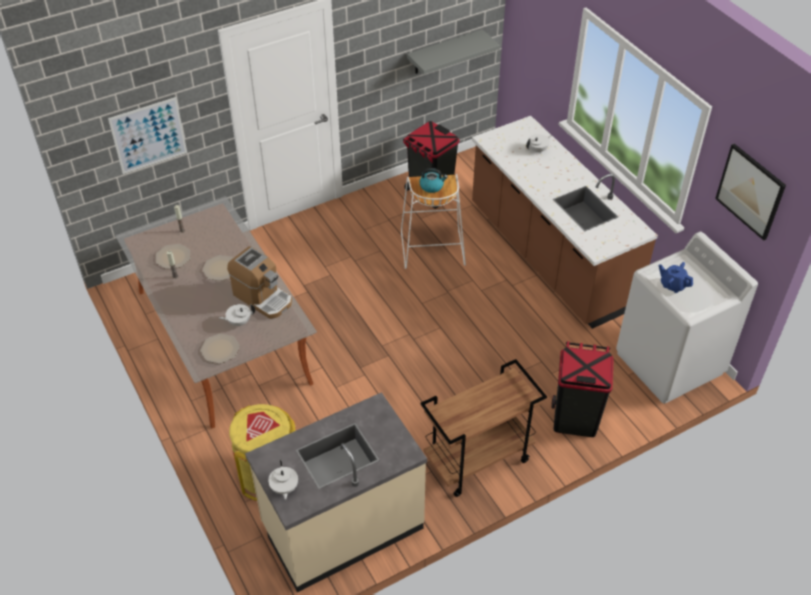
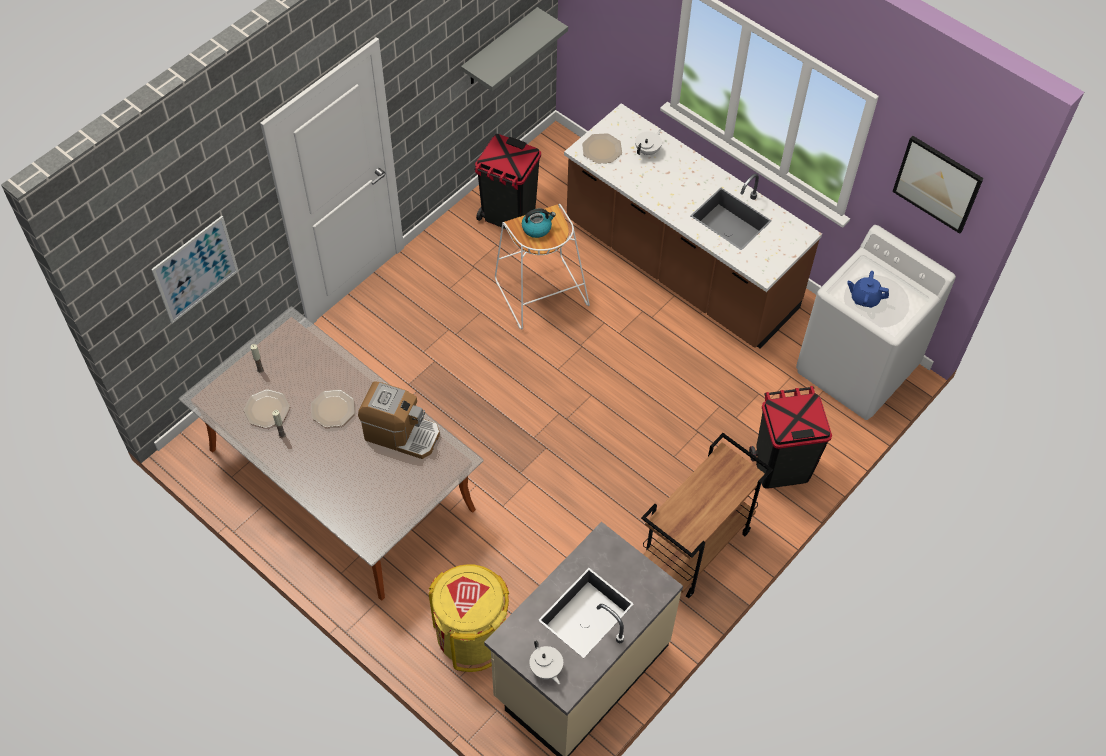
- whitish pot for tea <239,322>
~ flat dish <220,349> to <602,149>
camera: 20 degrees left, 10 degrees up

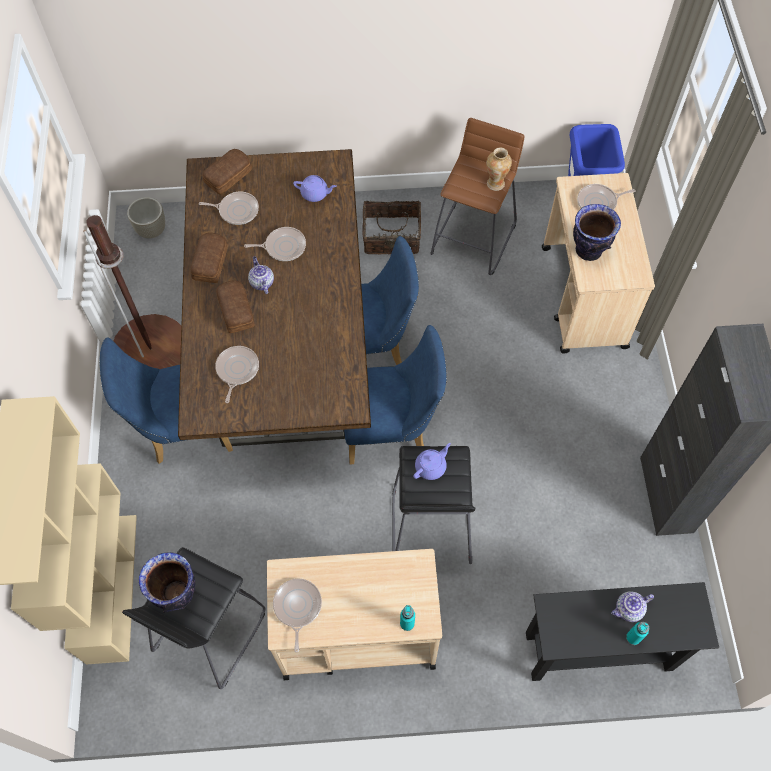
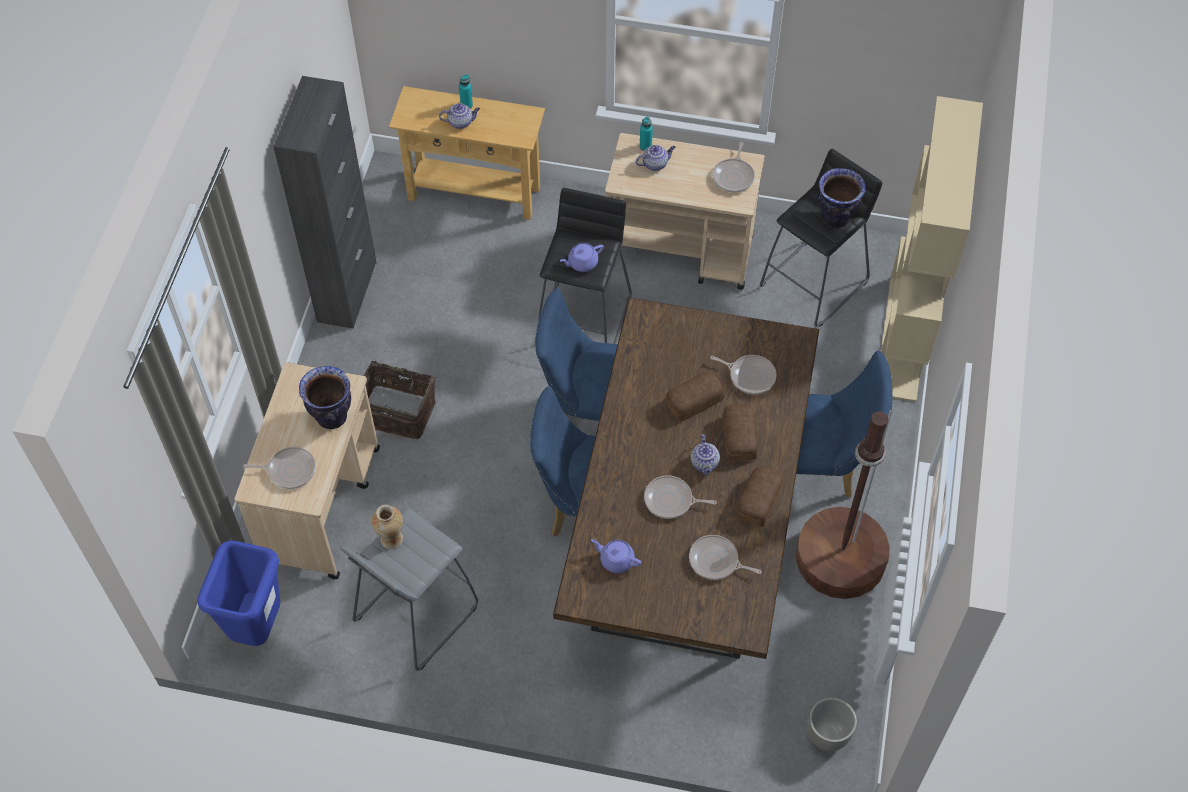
~ brownish stool seat <473,238> to grey stool seat <415,613>
~ baked bread <229,176> to <692,401>
~ household basket <391,239> to <398,410>
~ pan <237,370> = <750,376> 90 degrees counterclockwise
~ black console table <598,651> to beige-coloured console table <474,193>
+ pot for tea <655,164>
camera: 165 degrees left, 5 degrees down

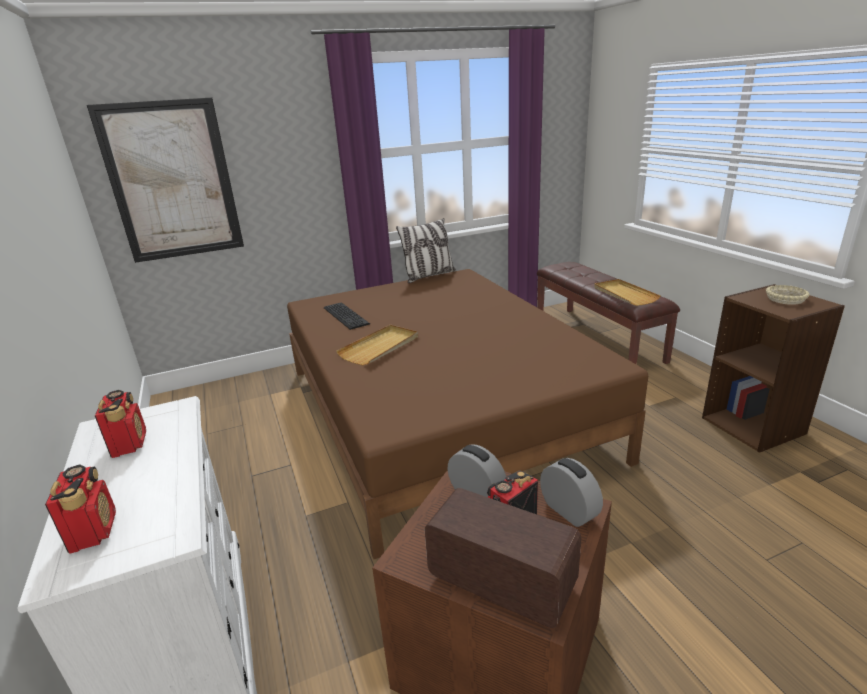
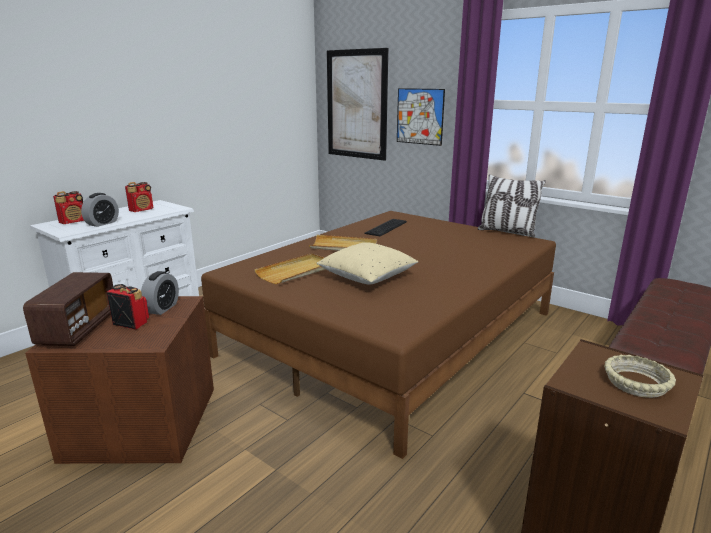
~ beige-coloured tray <624,294> to <297,271>
~ table clock <569,510> to <102,223>
+ picture <420,116>
+ beige-coloured throw pillow <367,277>
camera: 60 degrees right, 5 degrees down

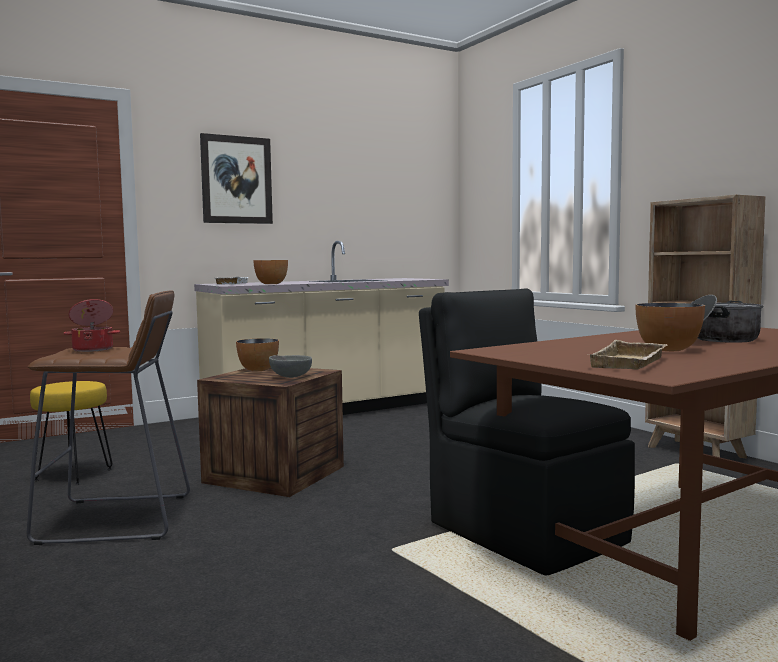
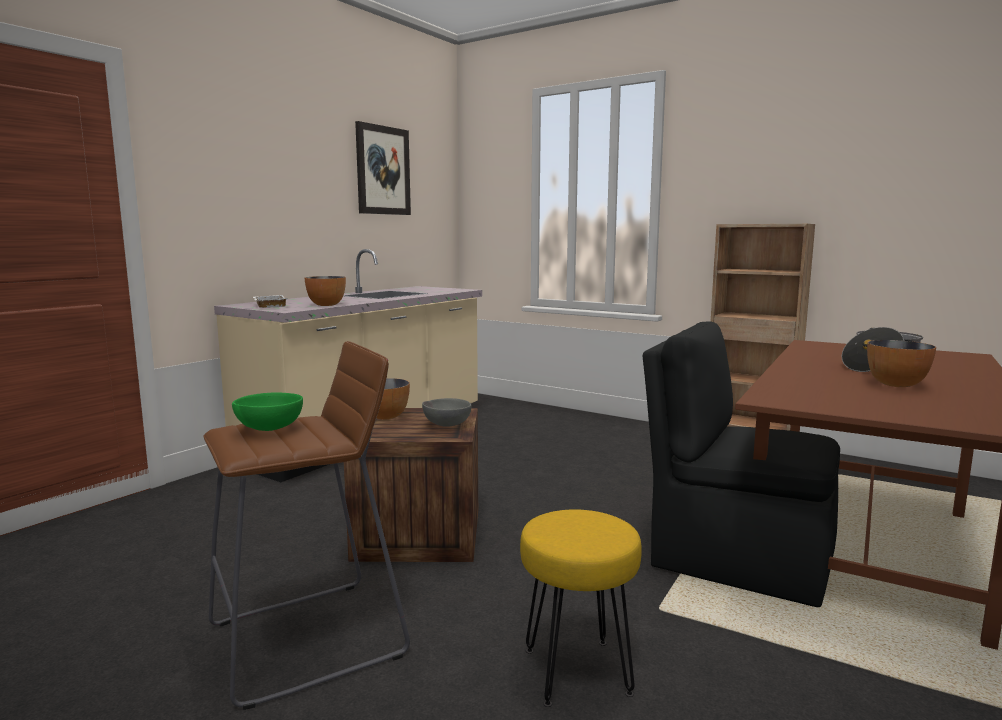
~ picture <236,180> to <383,170>
~ saucepot <93,349> to green deep dish <267,429>
- beige-coloured tray <631,363>
~ yellow-coloured stool seat <73,474> to <575,671>
camera: 25 degrees left, 5 degrees up

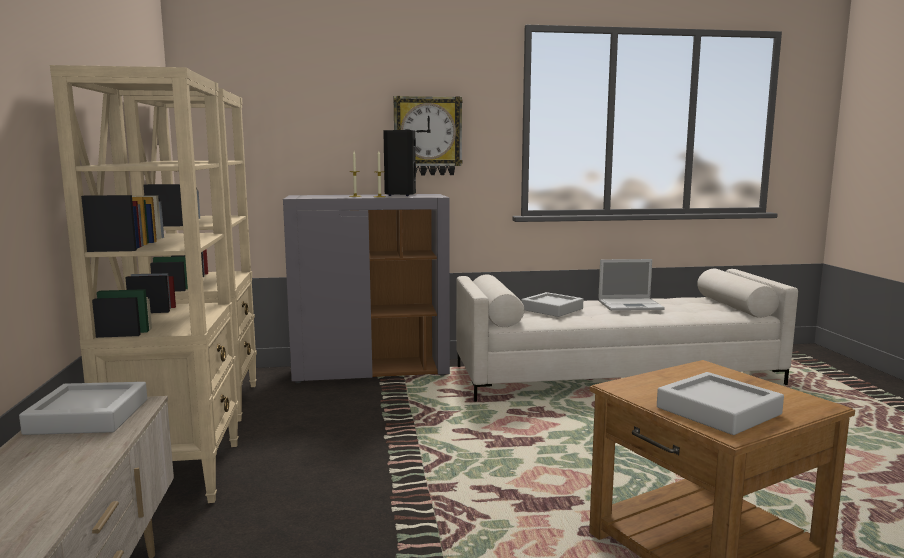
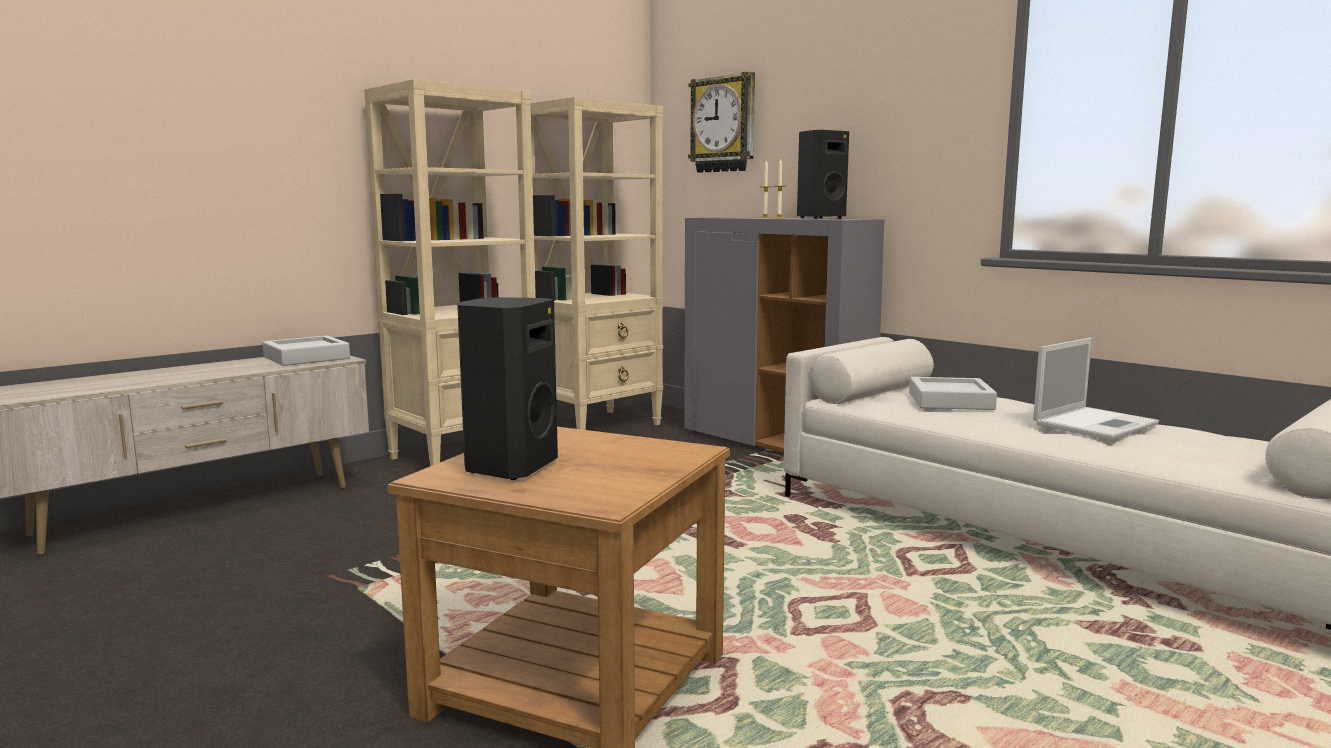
~ wall clock <427,136> to <724,124>
~ portable computer <631,305> = <1095,424> 90 degrees counterclockwise
~ grey tray <718,411> to black audio speaker <508,467>
camera: 55 degrees right, 0 degrees up

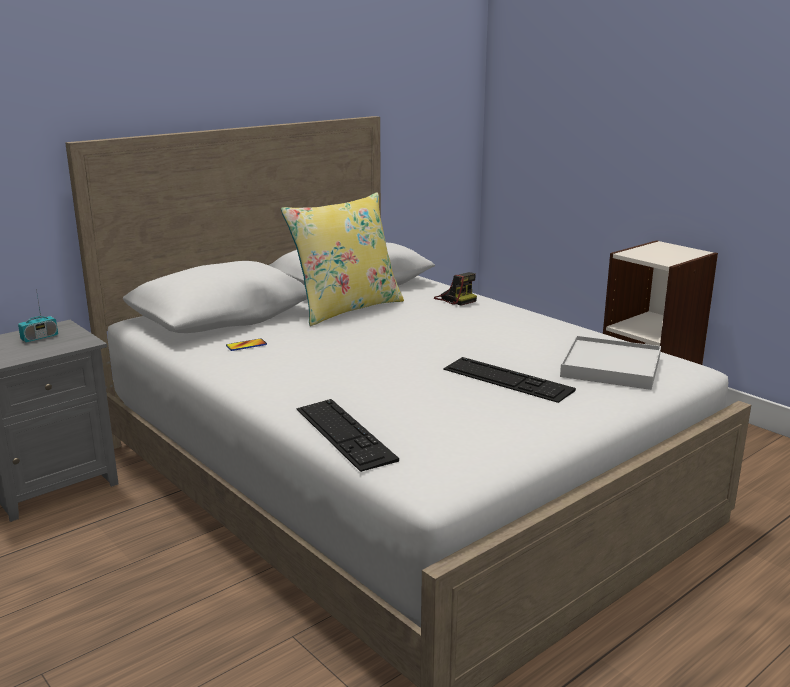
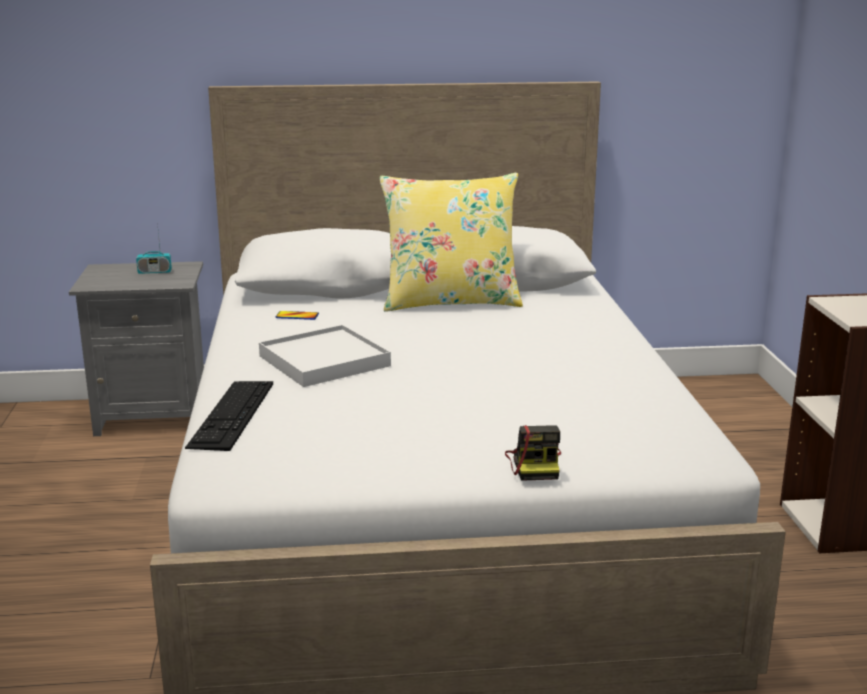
~ still camera <455,299> to <535,464>
~ whitish tray <610,367> to <324,361>
- computer keyboard <507,379>
camera: 35 degrees right, 0 degrees up

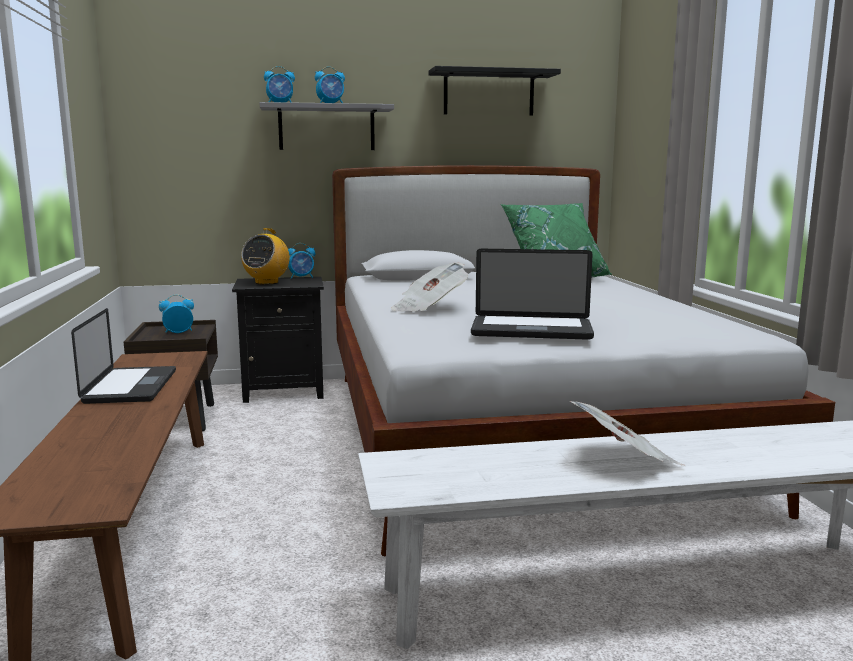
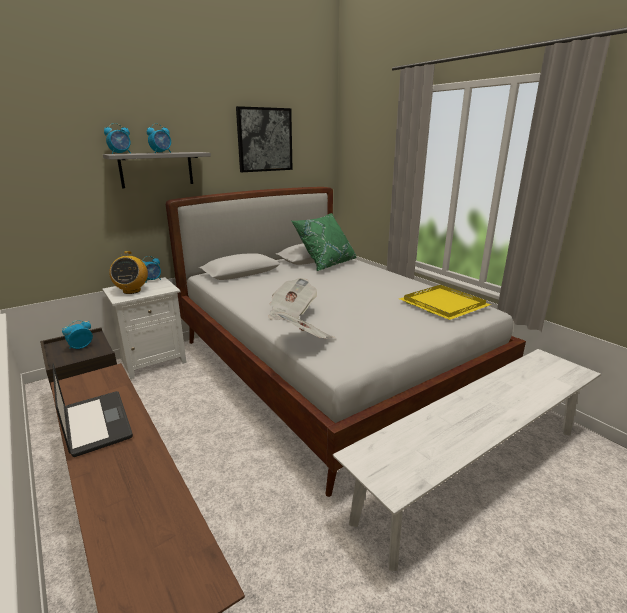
~ black shelf <488,93> to picture <264,140>
- portable computer <531,330>
~ black bedside table <284,391> to whitish bedside table <153,361>
~ newspaper <625,461> to <306,340>
+ yellow-coloured tray <445,304>
camera: 25 degrees left, 10 degrees up

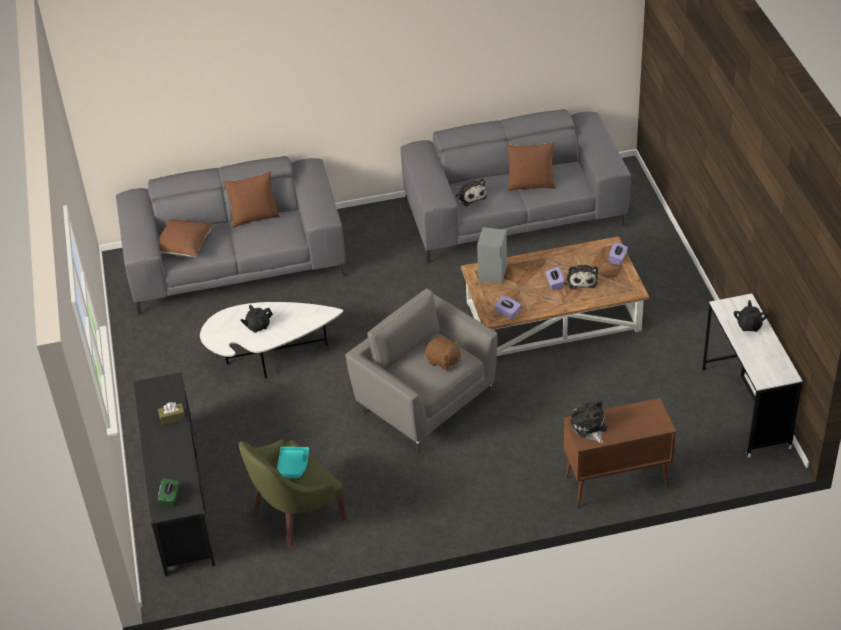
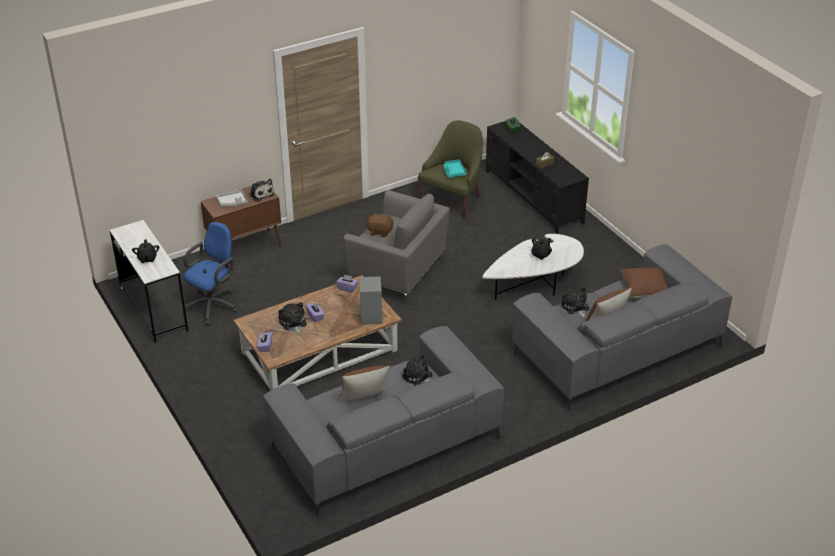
+ grey tray <232,202>
+ blue-coloured office chair <214,305>
+ cuddly toy <575,307>
camera: 160 degrees right, 5 degrees down

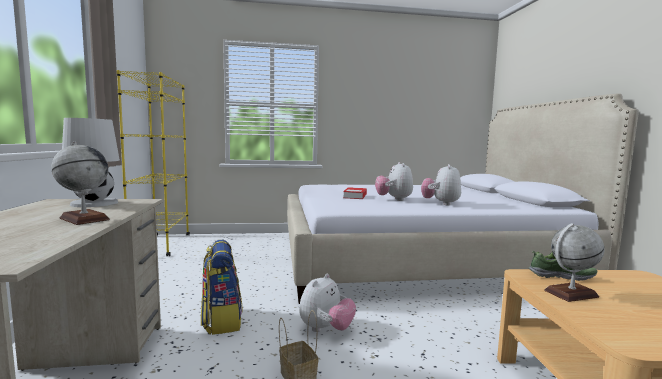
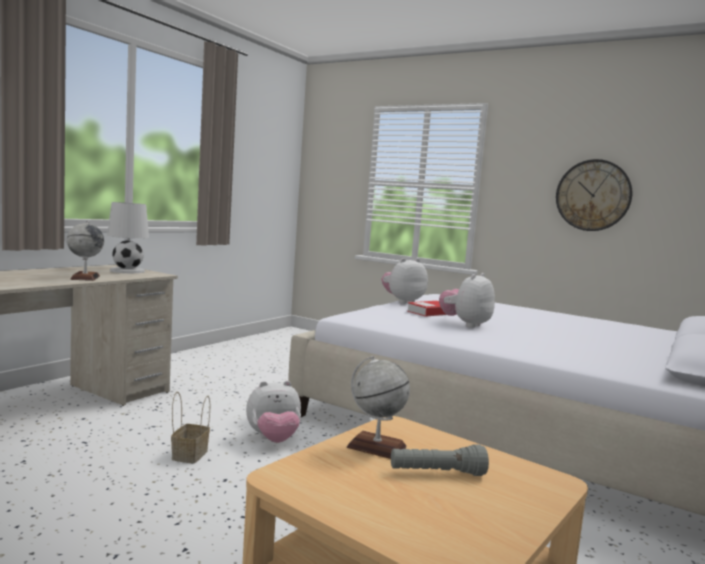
- yellow-coloured bookcase <161,245>
~ cuddly toy <440,203> to <402,301>
- knapsack <221,320>
- item of footwear <561,276>
+ wall clock <593,195>
+ grey torch <437,473>
camera: 40 degrees right, 0 degrees up

